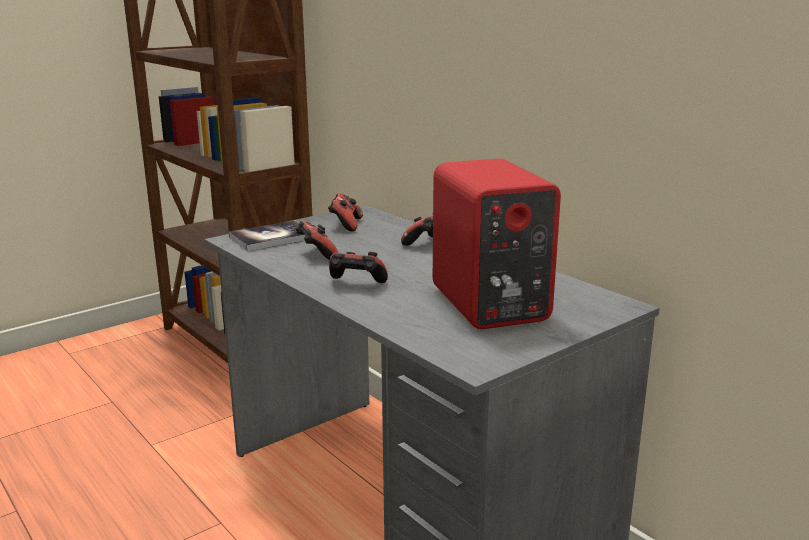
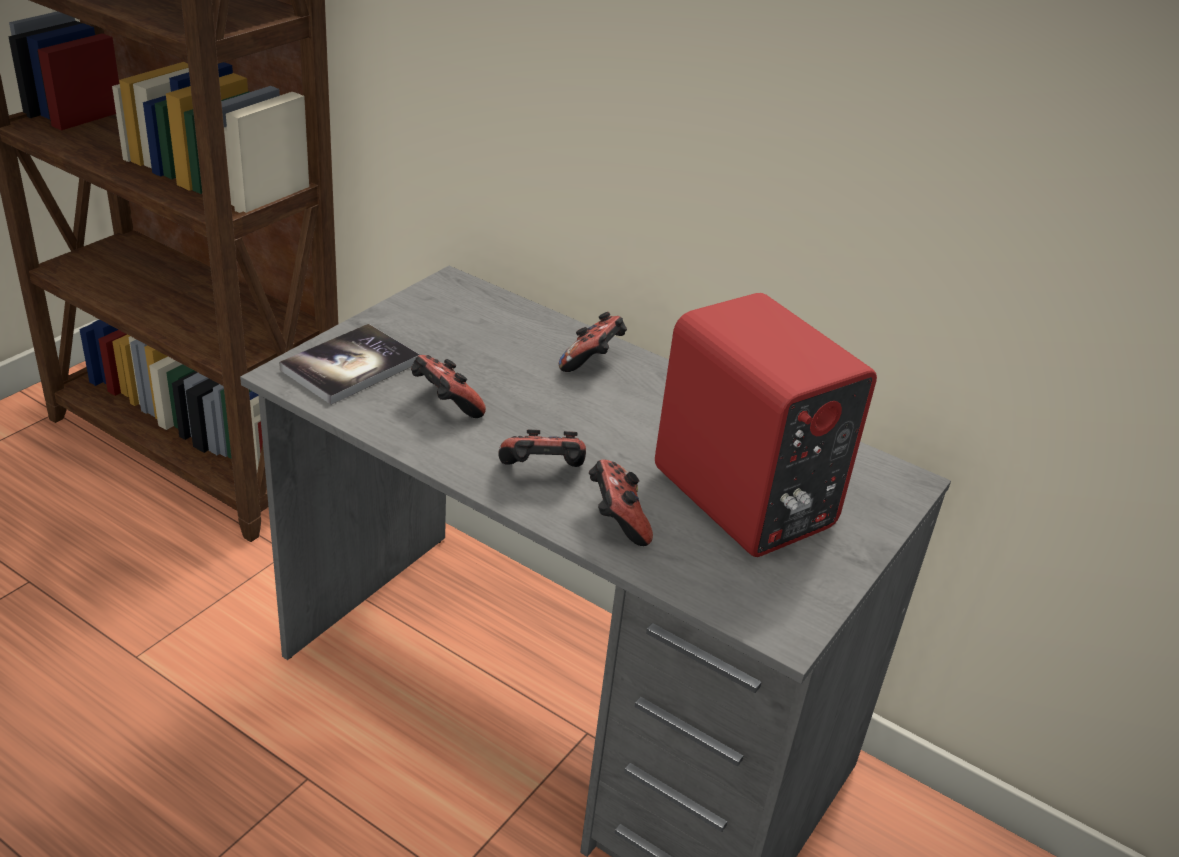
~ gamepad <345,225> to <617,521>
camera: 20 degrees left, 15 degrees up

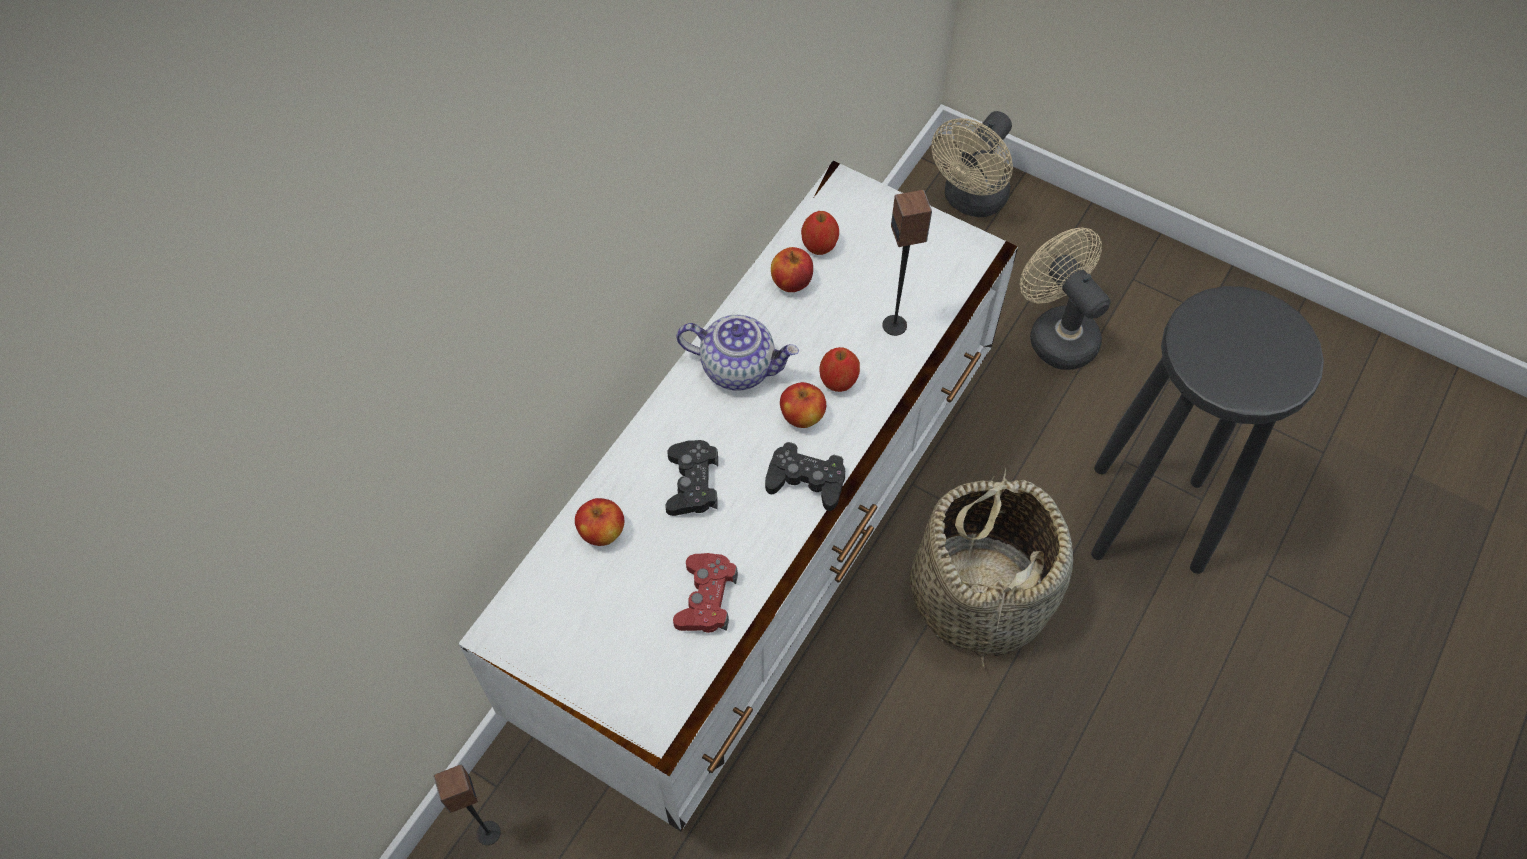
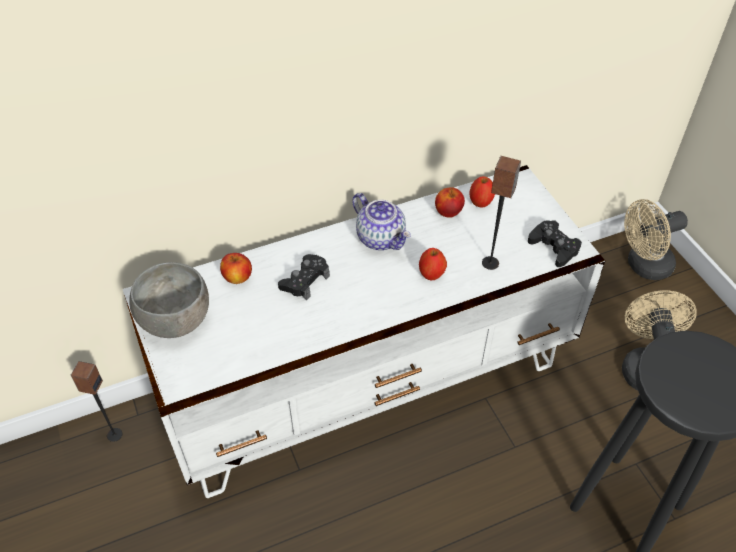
- apple fruit <802,416>
~ black gamepad <806,480> to <554,247>
- household basket <979,594>
- red gamepad <706,598>
+ grey deep dish <176,322>
camera: 35 degrees right, 10 degrees down

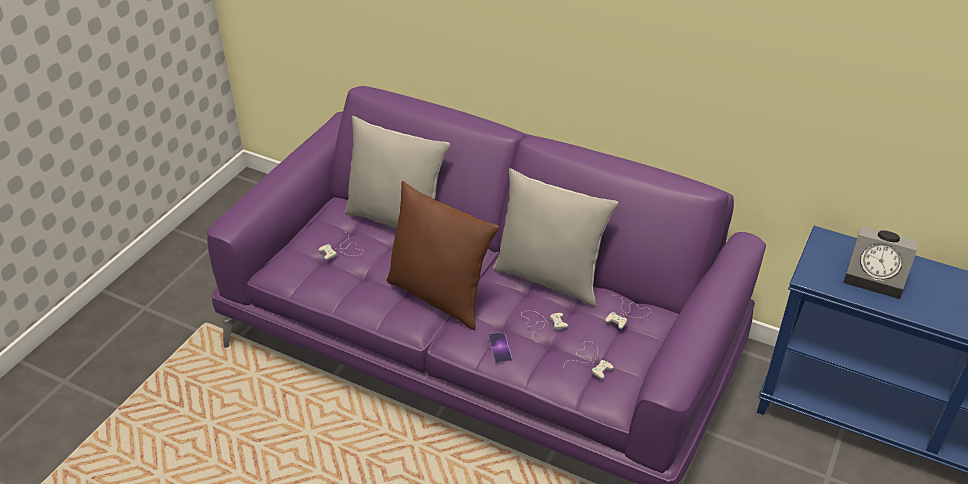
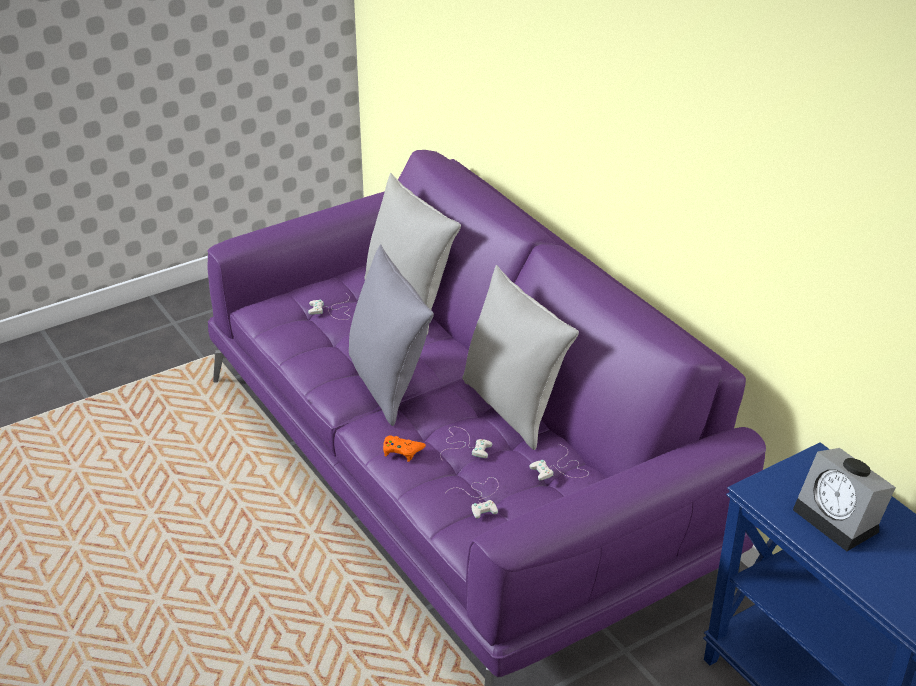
~ brownish throw pillow <440,296> to grey throw pillow <388,384>
~ phone <499,347> to orange gamepad <402,450>
camera: 30 degrees right, 5 degrees down

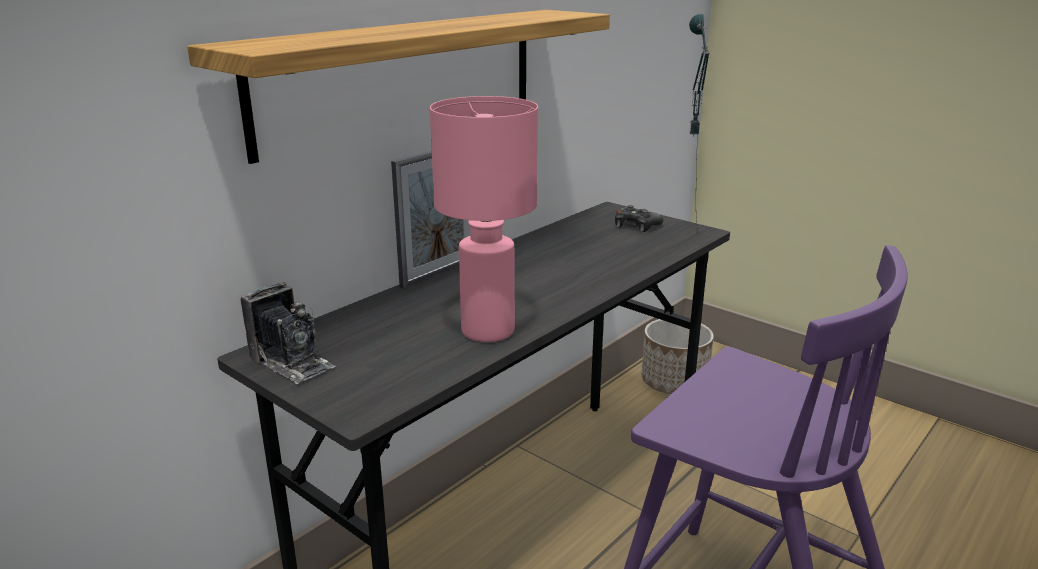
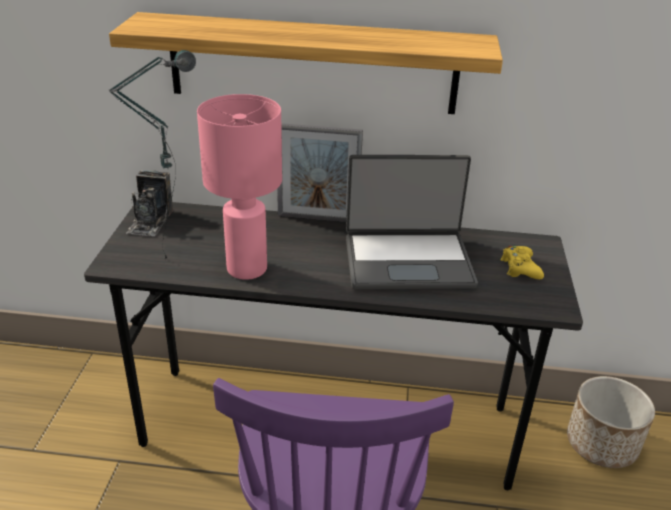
~ table lamp <685,230> to <173,252>
~ black gamepad <636,226> to yellow-coloured gamepad <520,268>
+ portable computer <408,261>
camera: 55 degrees right, 10 degrees up

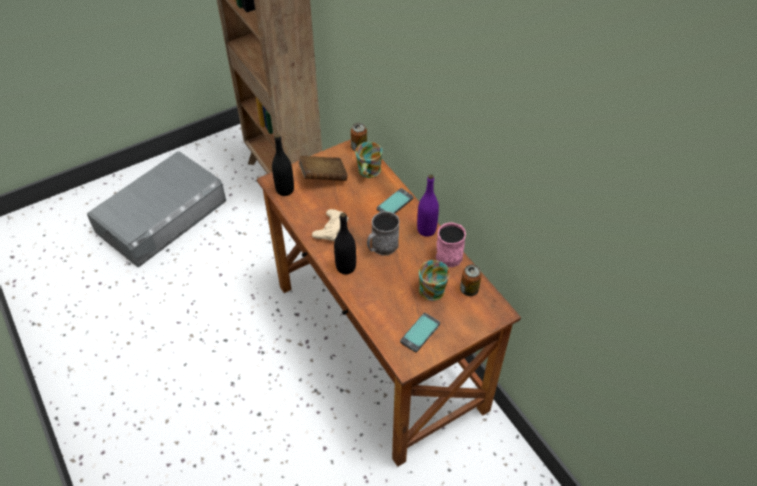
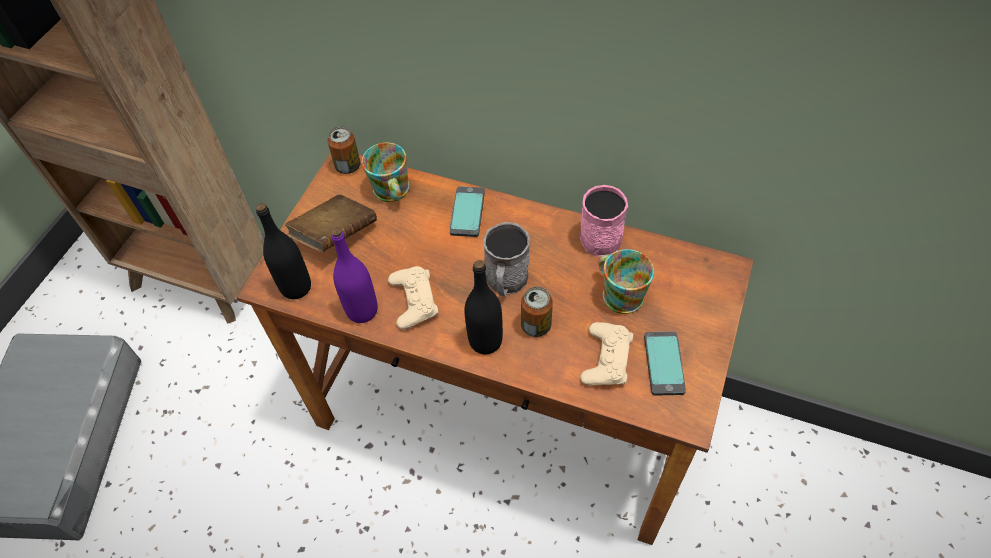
~ purplish drink bottle <426,230> to <362,310>
~ metal can <469,290> to <536,325>
+ beige-coloured gamepad <606,358>
camera: 35 degrees left, 5 degrees up

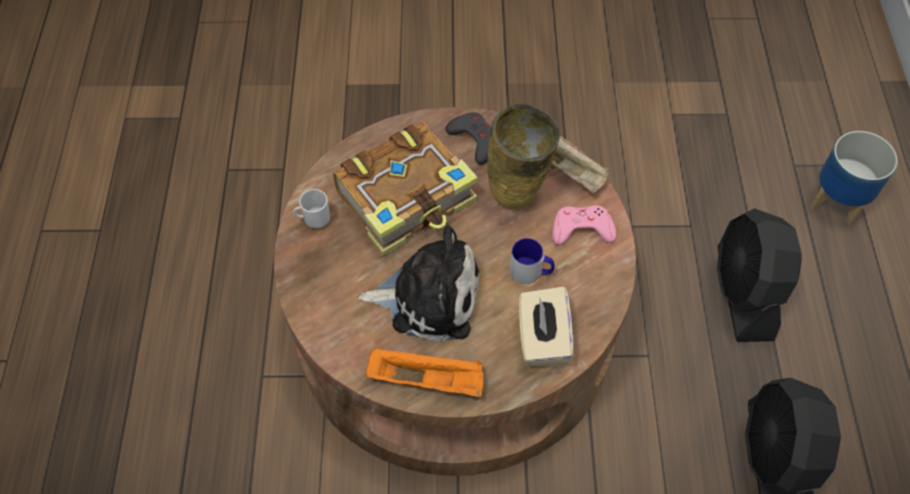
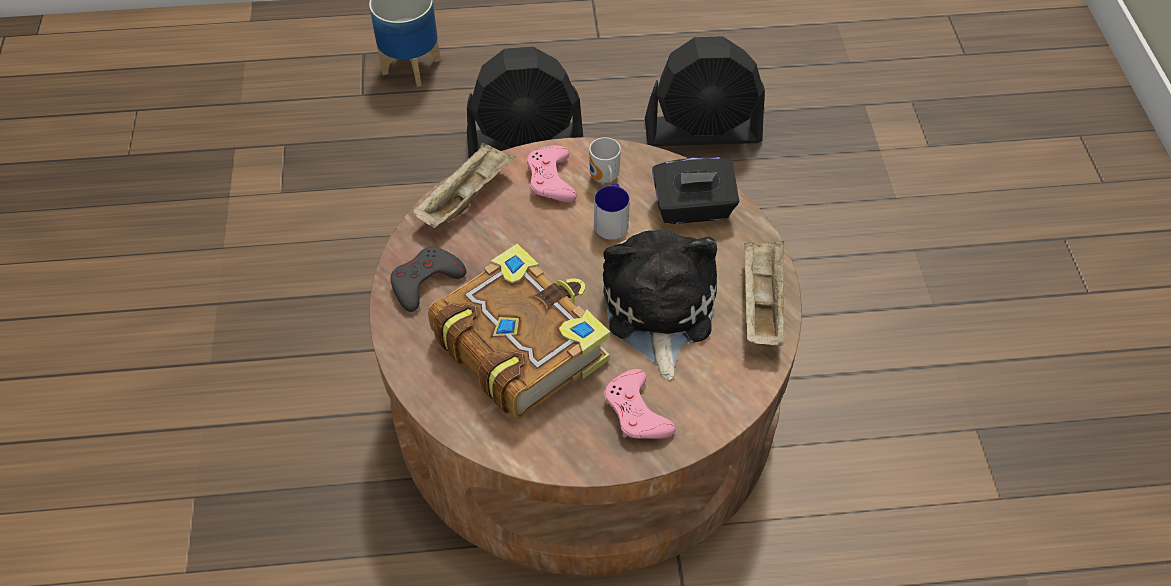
- beige-coloured vase <517,197>
~ coffee mug <315,220> to <603,179>
~ beige-coloured box of tissues <542,339> to black box of tissues <693,209>
~ orange tray <428,380> to beige-coloured tray <761,303>
+ pink-coloured gamepad <636,412>
camera: 95 degrees left, 5 degrees down

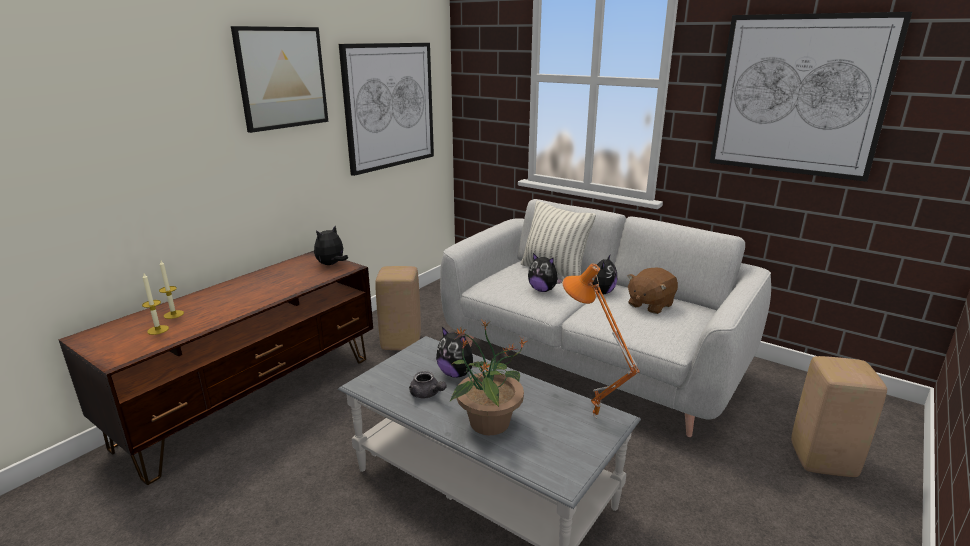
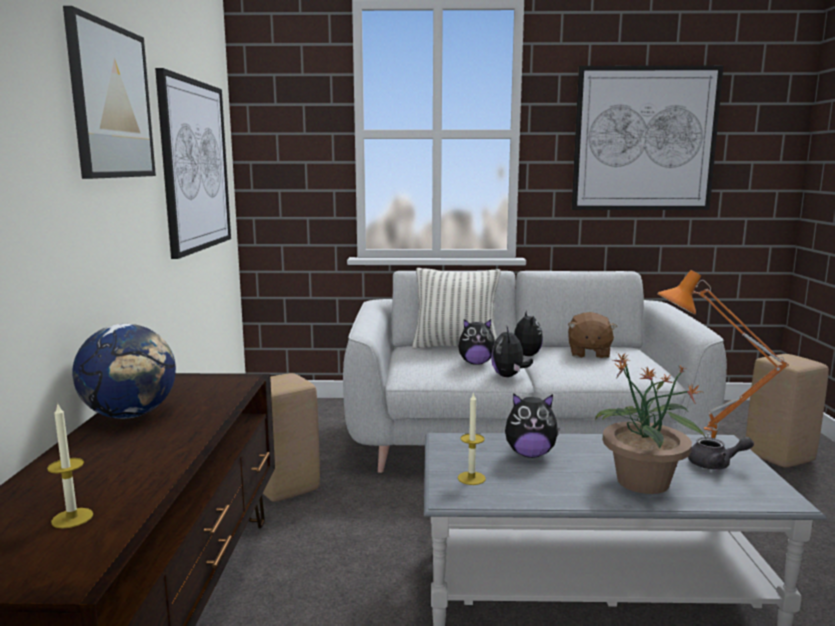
~ cuddly toy <331,264> to <509,376>
~ candle <173,314> to <471,478>
~ grey pot for tea <427,394> to <715,465>
+ world globe <130,415>
camera: 35 degrees left, 10 degrees down

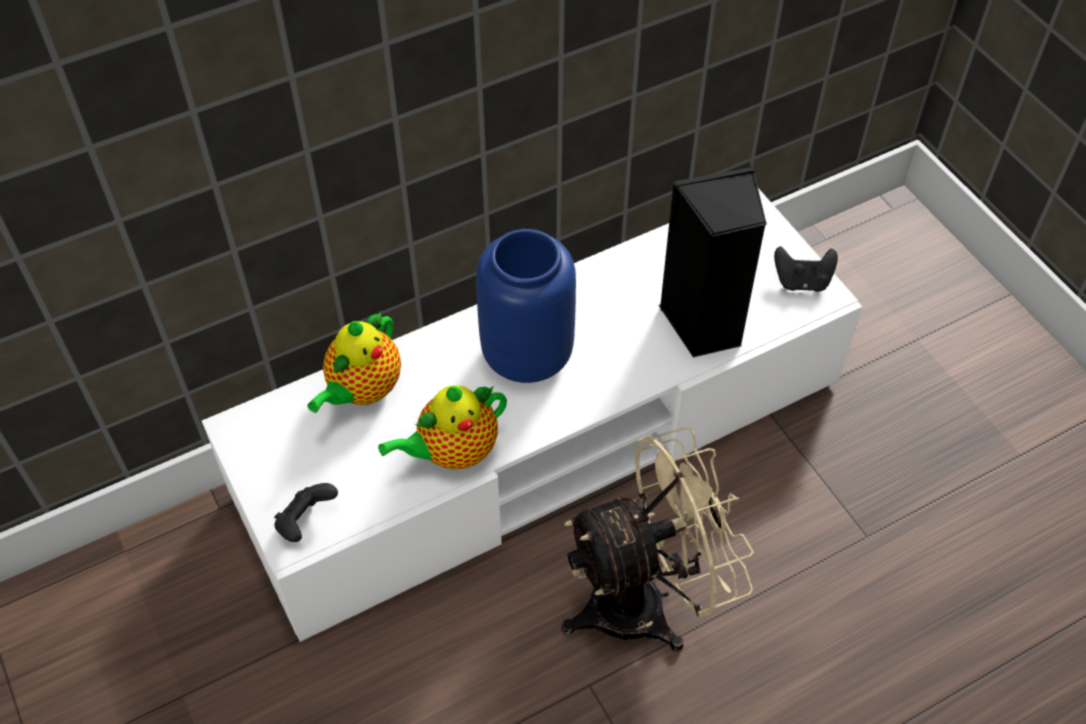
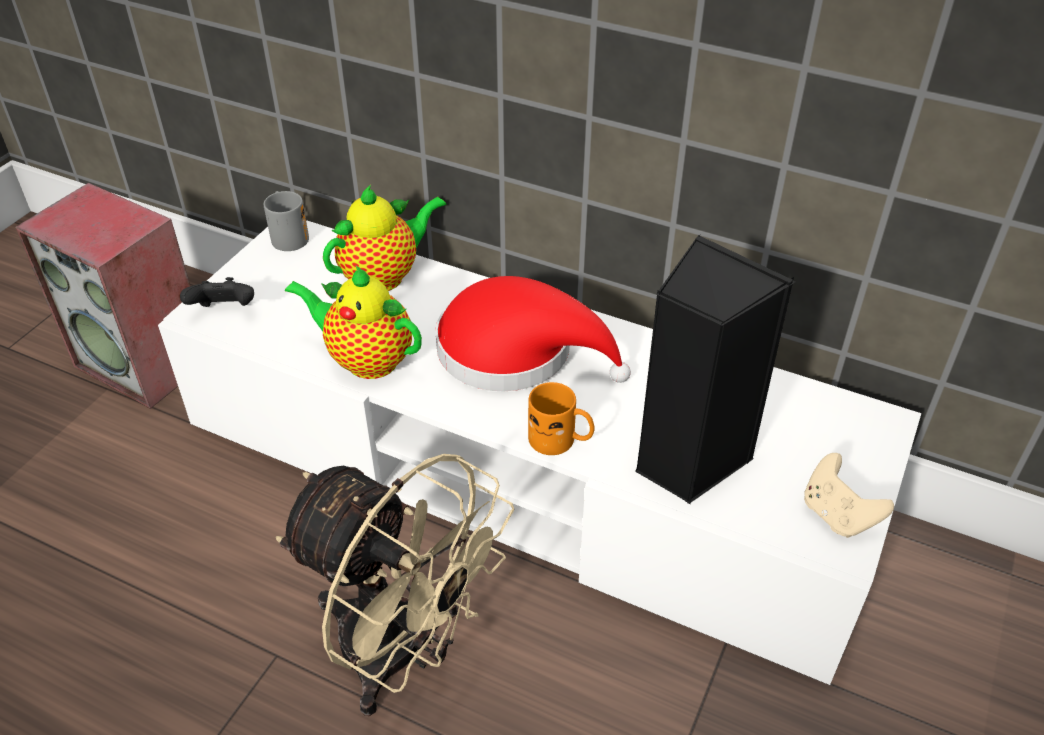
~ blue-coloured vase <525,355> to red clothing hat <516,351>
~ black gamepad <802,281> to beige-coloured gamepad <837,515>
~ pot for tea <362,391> = <384,276> 150 degrees clockwise
+ audio speaker <146,362>
+ grey coffee mug <287,235>
+ orange coffee mug <561,440>
camera: 55 degrees right, 10 degrees down

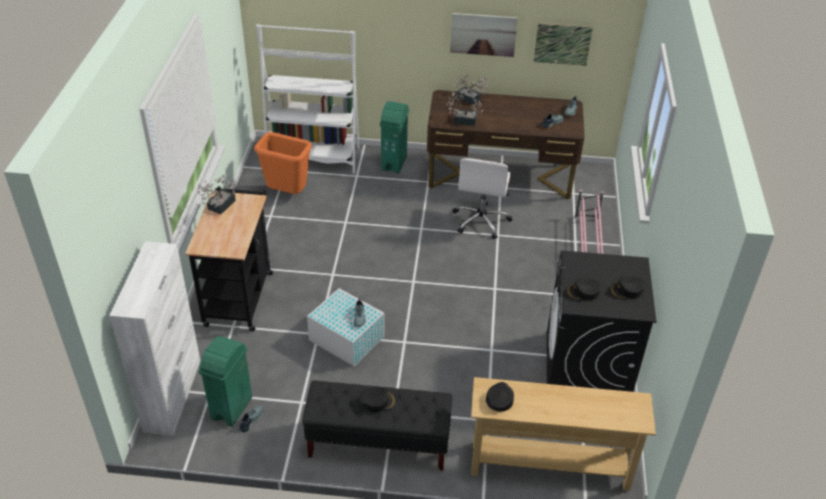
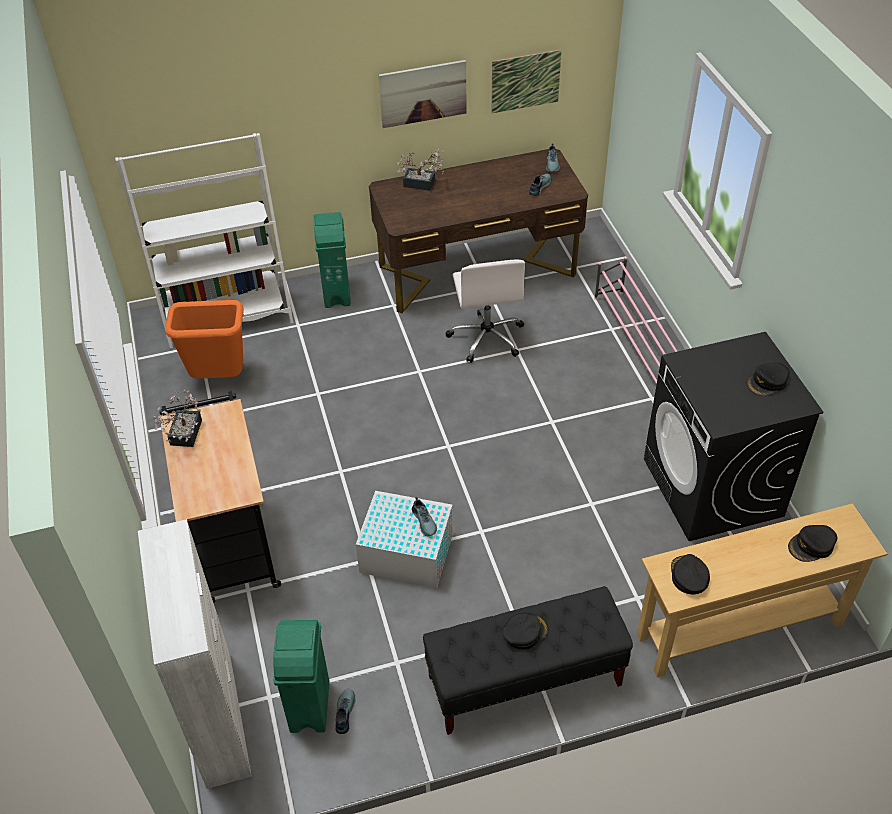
- plant in a pot <462,120>
~ black cap <583,292> to <811,546>
camera: 20 degrees left, 5 degrees up

